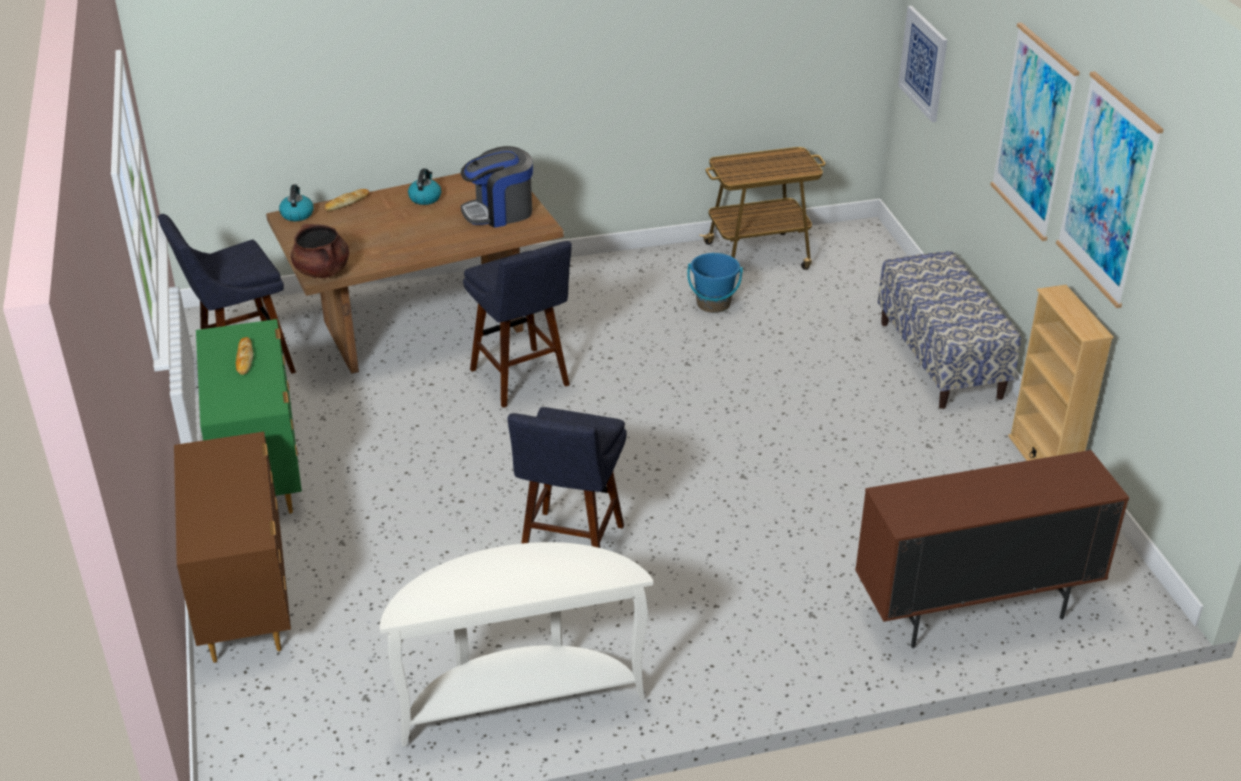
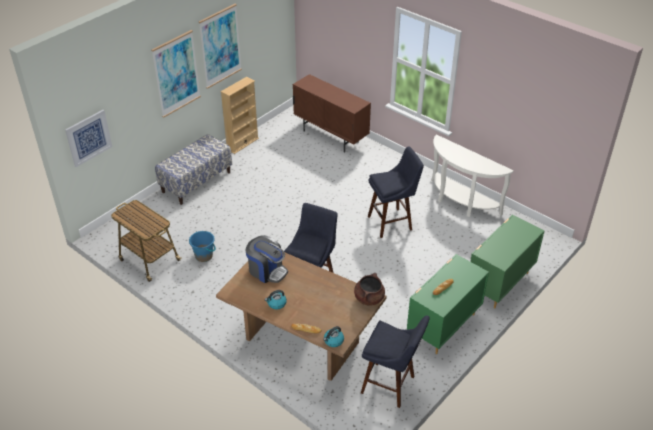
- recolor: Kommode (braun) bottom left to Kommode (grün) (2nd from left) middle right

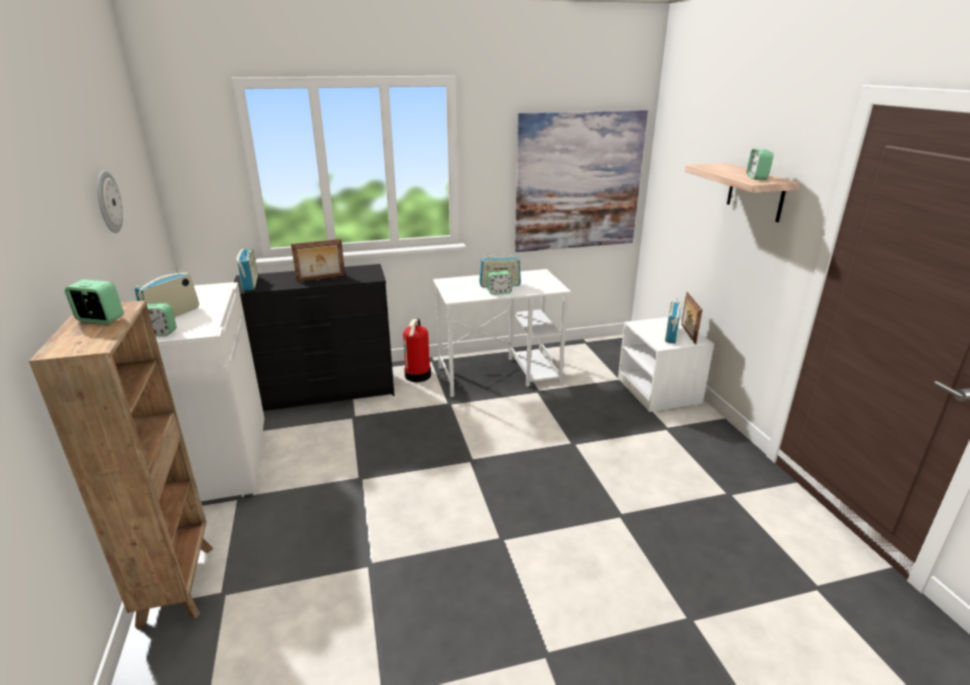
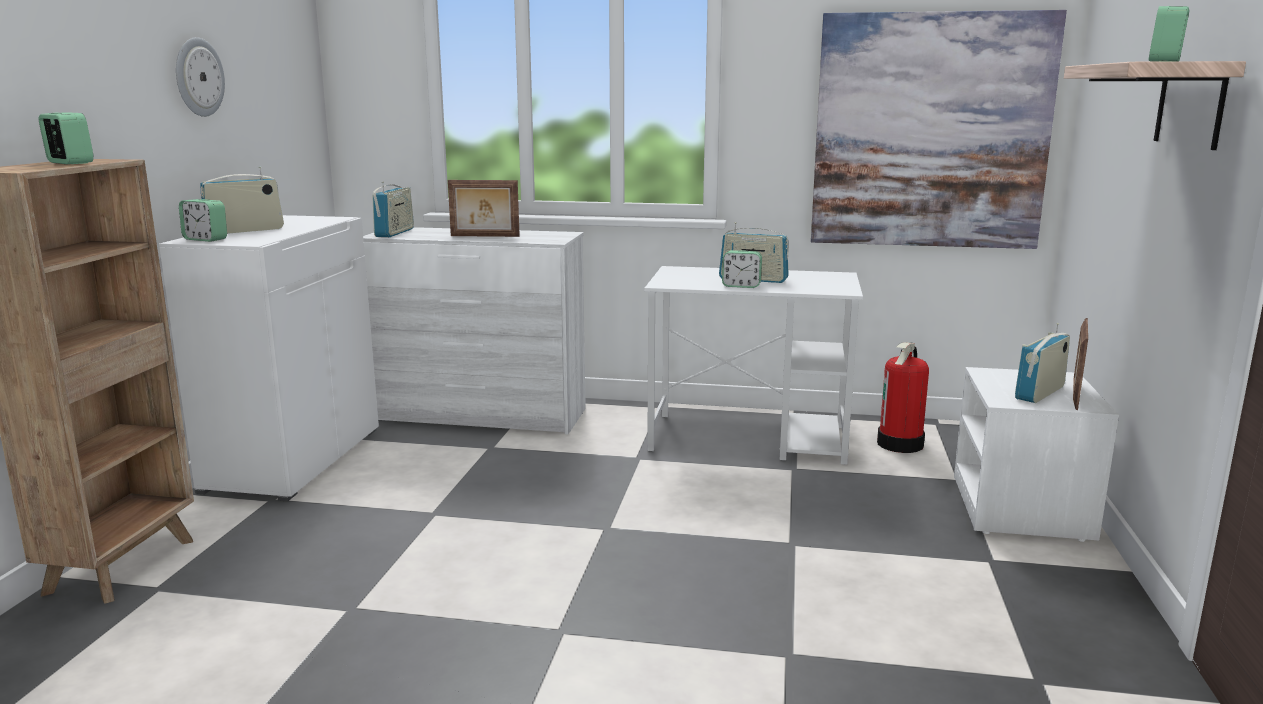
- recolor: Kommode (schwarz) middle left to Kommode (weiß) centre
- move: Feuerlöscher centre to middle right

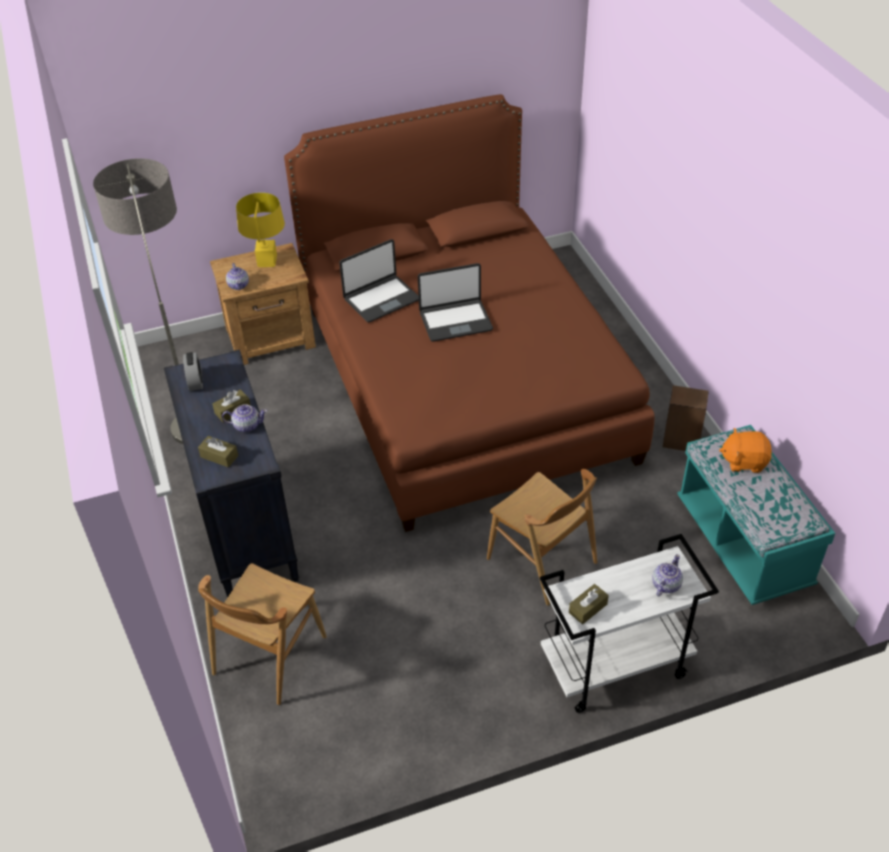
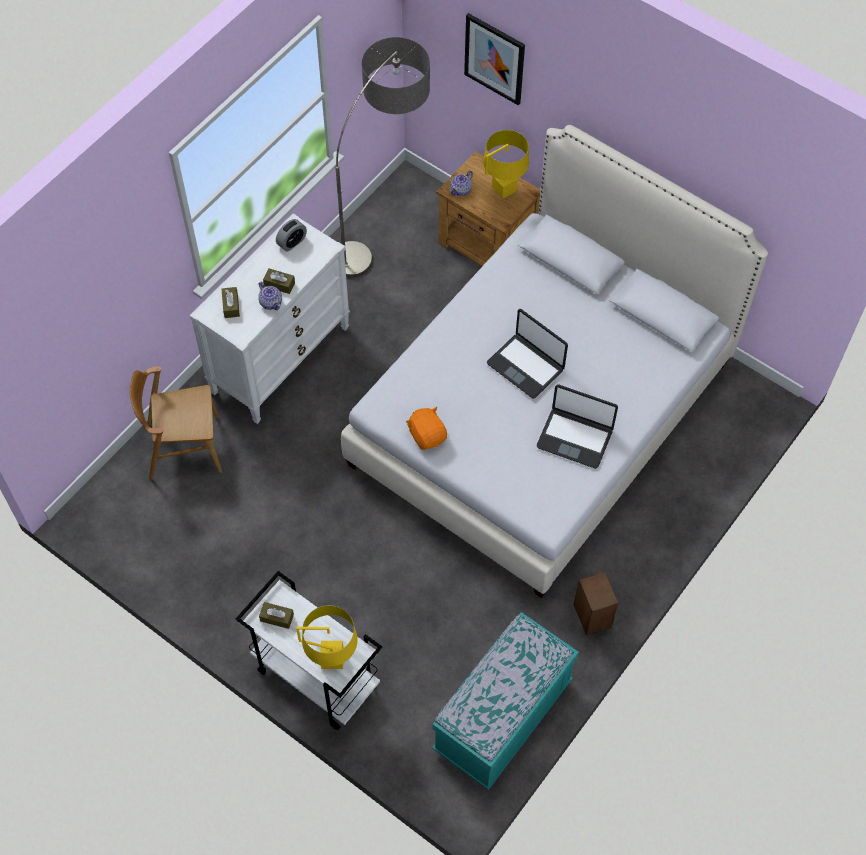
- recolor: Kommode (schwarz) middle left to Kommode (weiß) middle left
- recolor: Bett (braun) centre to Bett (weiß) centre
- move: Laptop (1st from left in the first image) top centre to Laptop (2nd from left) centre
- delete: Stuhl (braun) (2nd from left) centre
- replace: Teekanne (3rd from left) bottom right to Tischlampe (gelb) (1st from left) bottom centre
- move: Plüschtier (orange) middle right to centre
- insert: Bild top centre

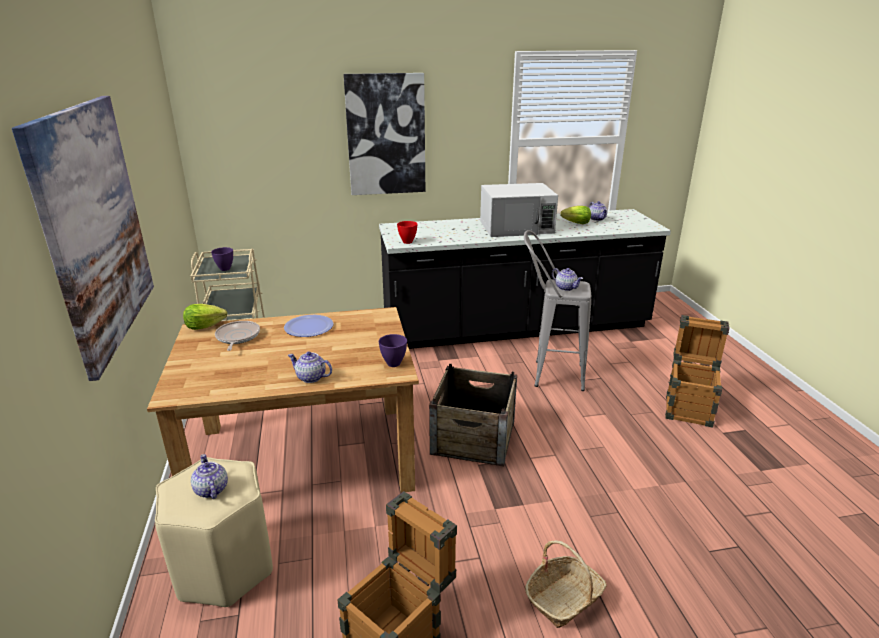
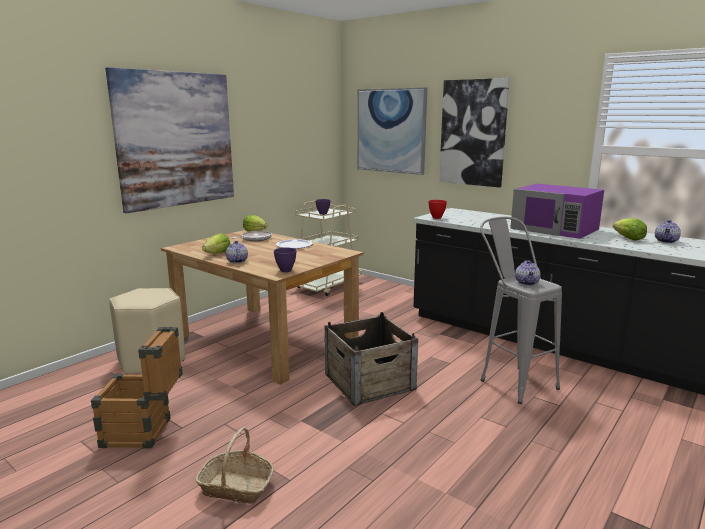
- delete: Teekanne (1st from left) bottom left
- recolor: Mikrowelle (weiß) top centre to Mikrowelle (lila) middle right
- delete: Kiste (3rd from left) middle right
- insert: Salatkopf (1st from left) middle left
- insert: Bild (2nd from left) top centre

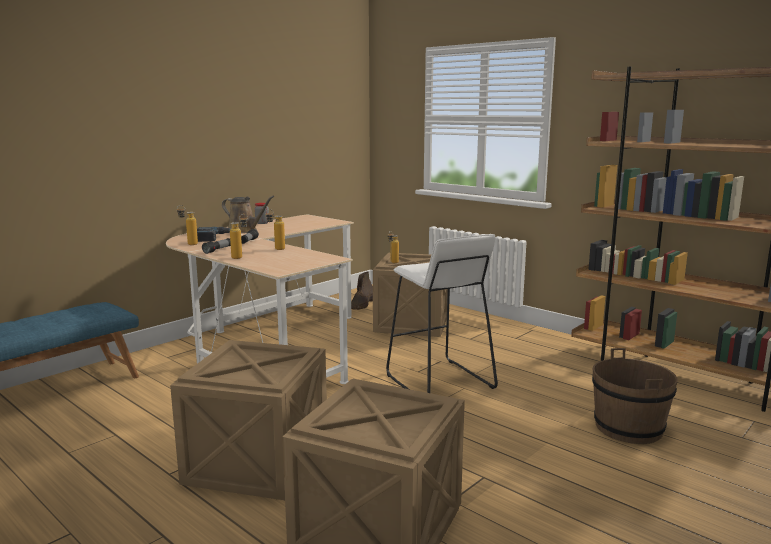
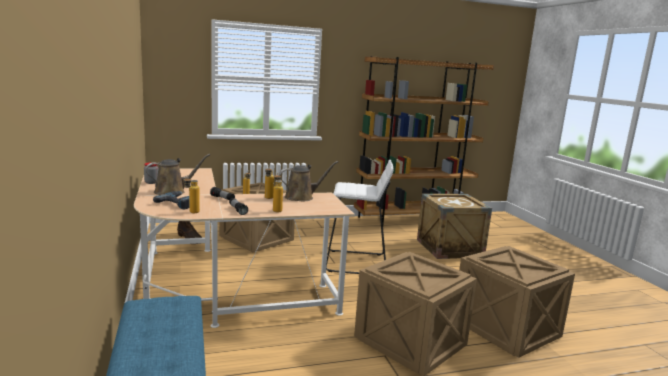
- replace: Eimer (braun) bottom right to Kiste (3rd from left) middle right
- insert: Gießkanne (braun) (2nd from left) centre

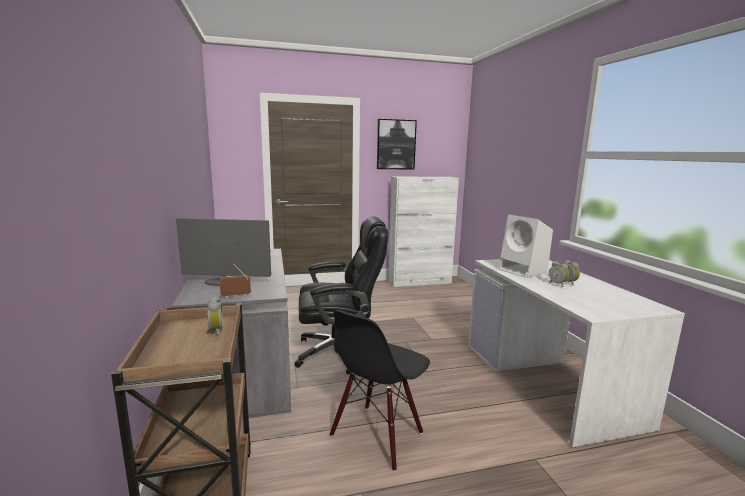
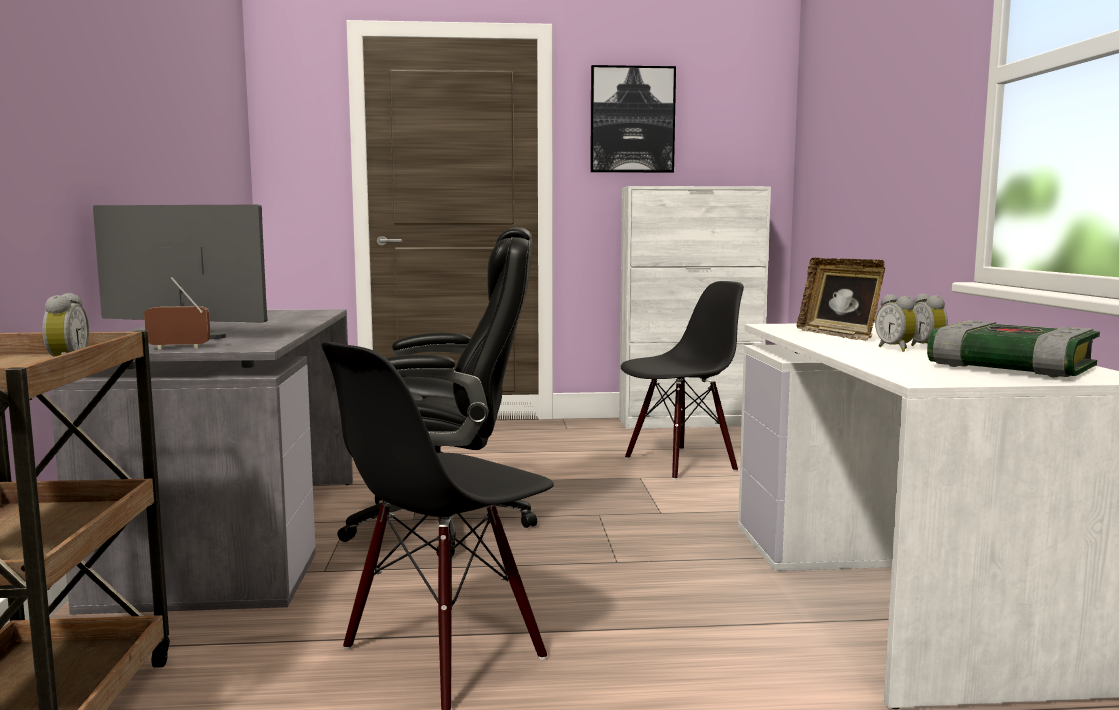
- replace: Lautsprecher (weiß) middle right to Bilderrahmen middle right
- insert: Stuhl (schwarz) (2nd from left) centre
- insert: Buch middle right

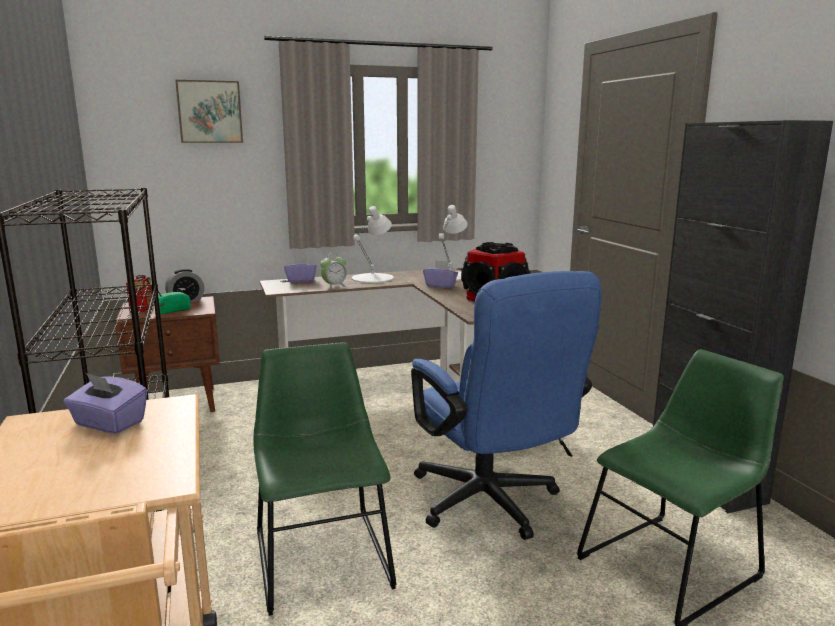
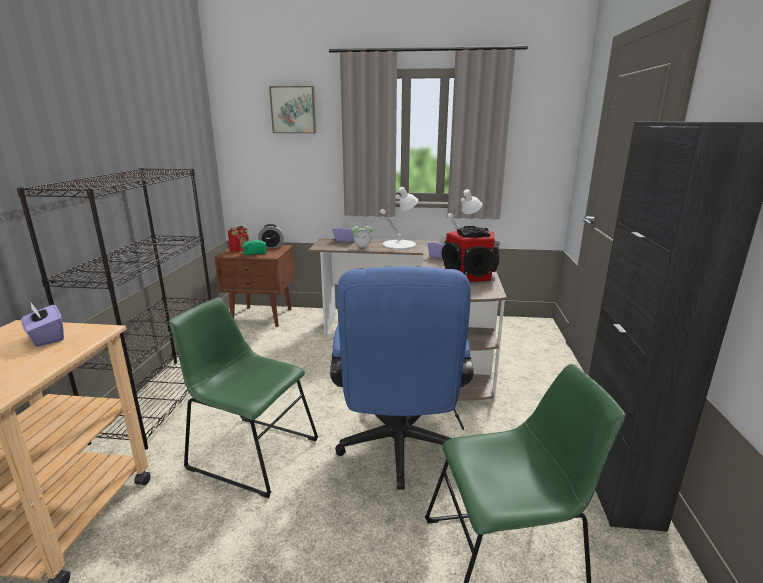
- rotate: Stuhl (grün) (1st from left) bottom centre = bottom left 75 degrees counterclockwise

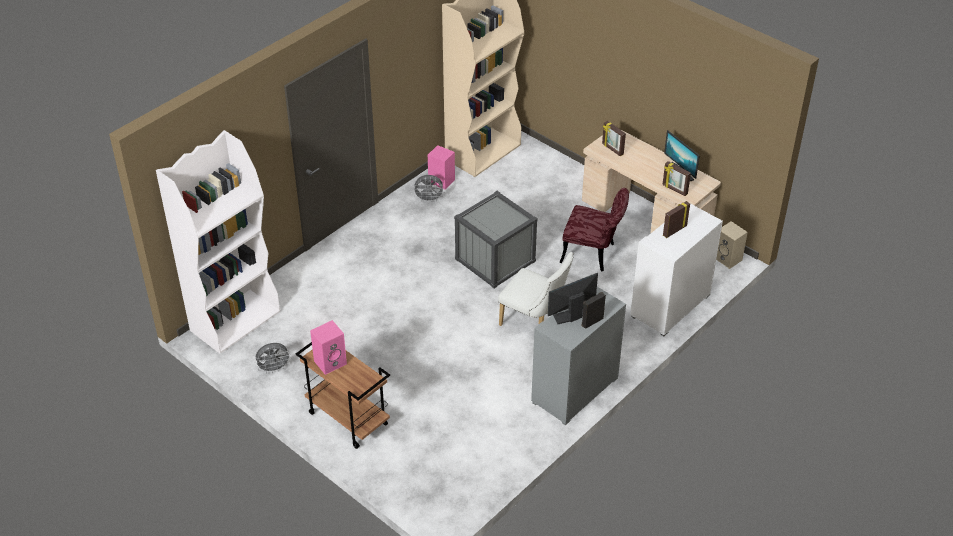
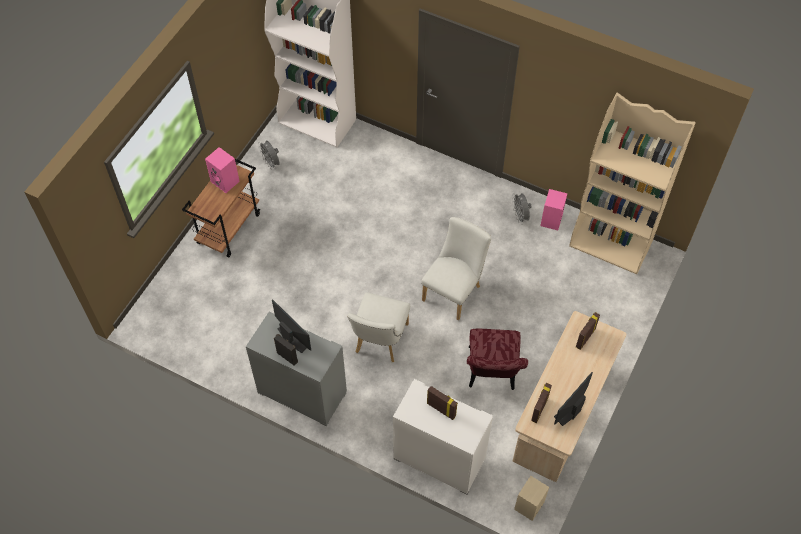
- replace: Aufbewahrungsbox (grau) centre to Stuhl (weiß) (2nd from left) centre

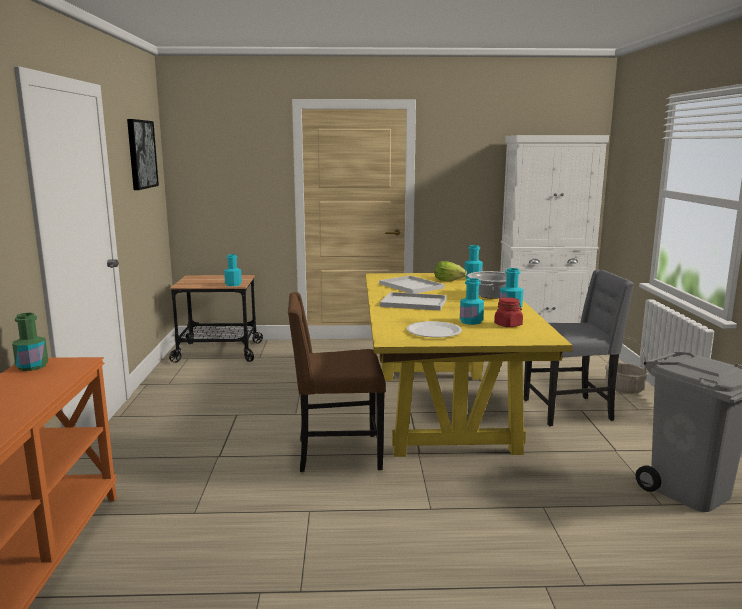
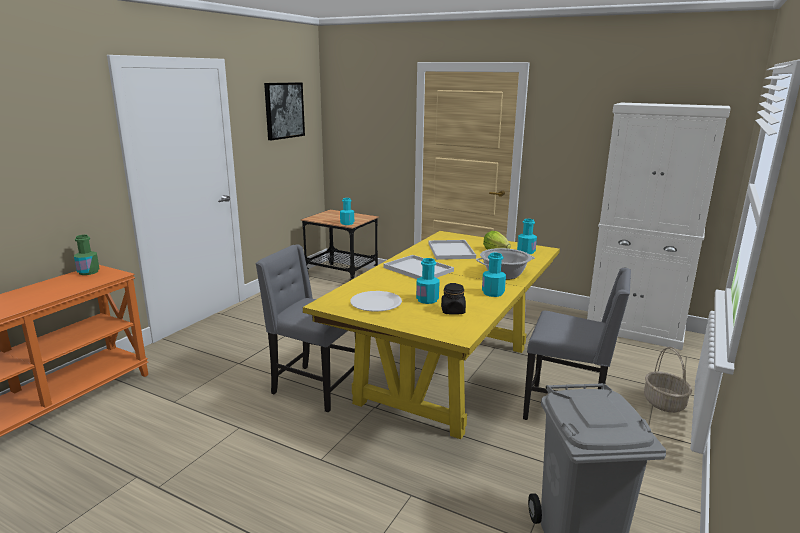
- recolor: Stuhl (braun) centre to Stuhl (grau) (1st from left) centre
- recolor: Vorratsglas (rot) middle right to Vorratsglas (schwarz) centre

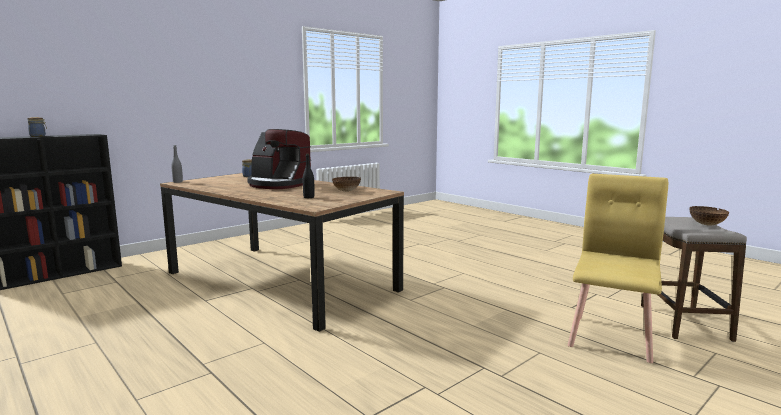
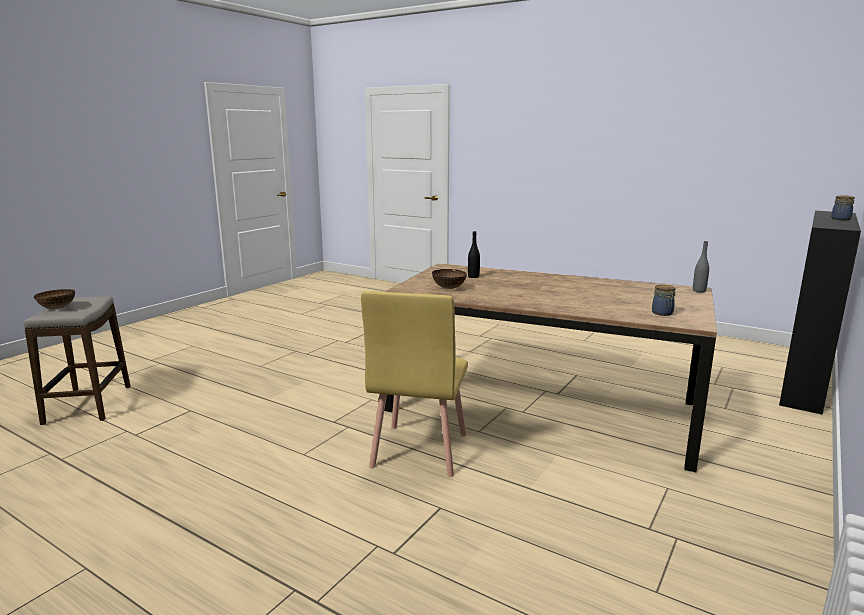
- delete: Kaffeemaschine centre
- move: Stuhl (gelb) middle right to centre

